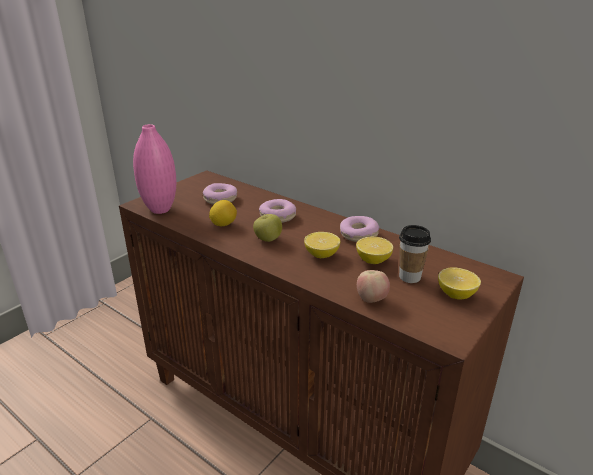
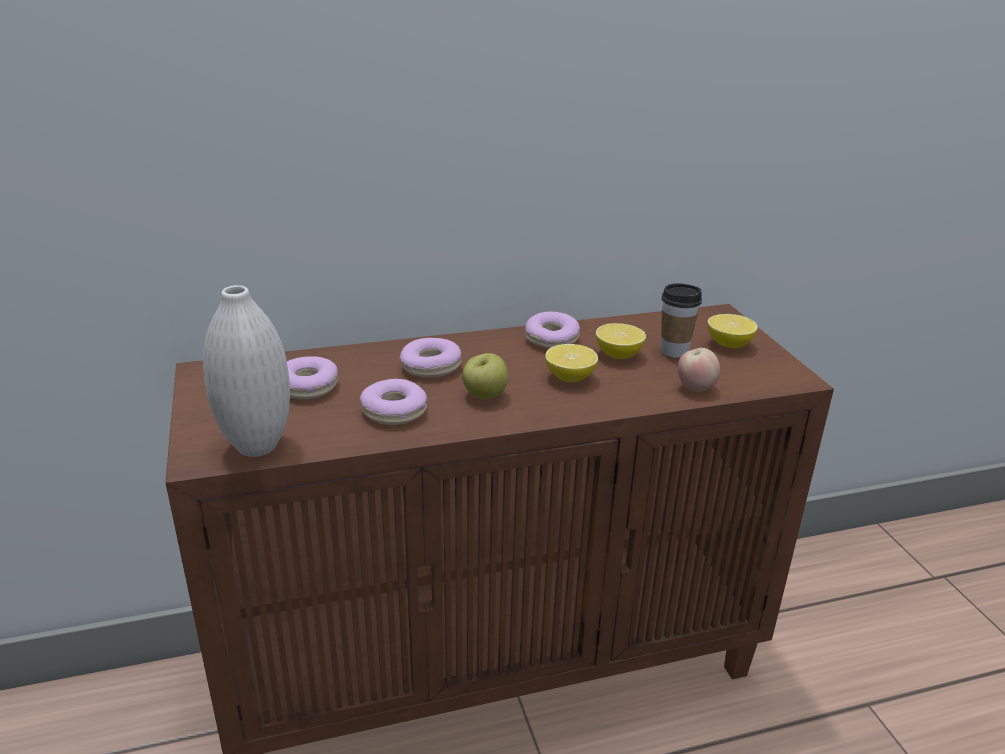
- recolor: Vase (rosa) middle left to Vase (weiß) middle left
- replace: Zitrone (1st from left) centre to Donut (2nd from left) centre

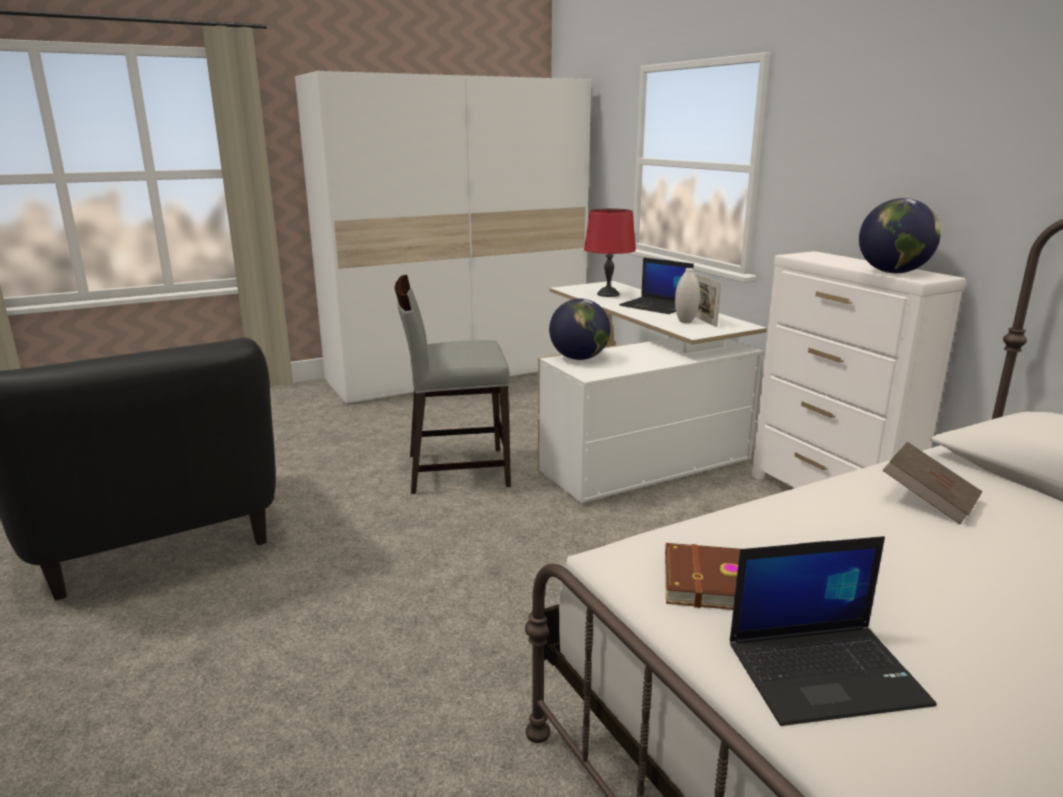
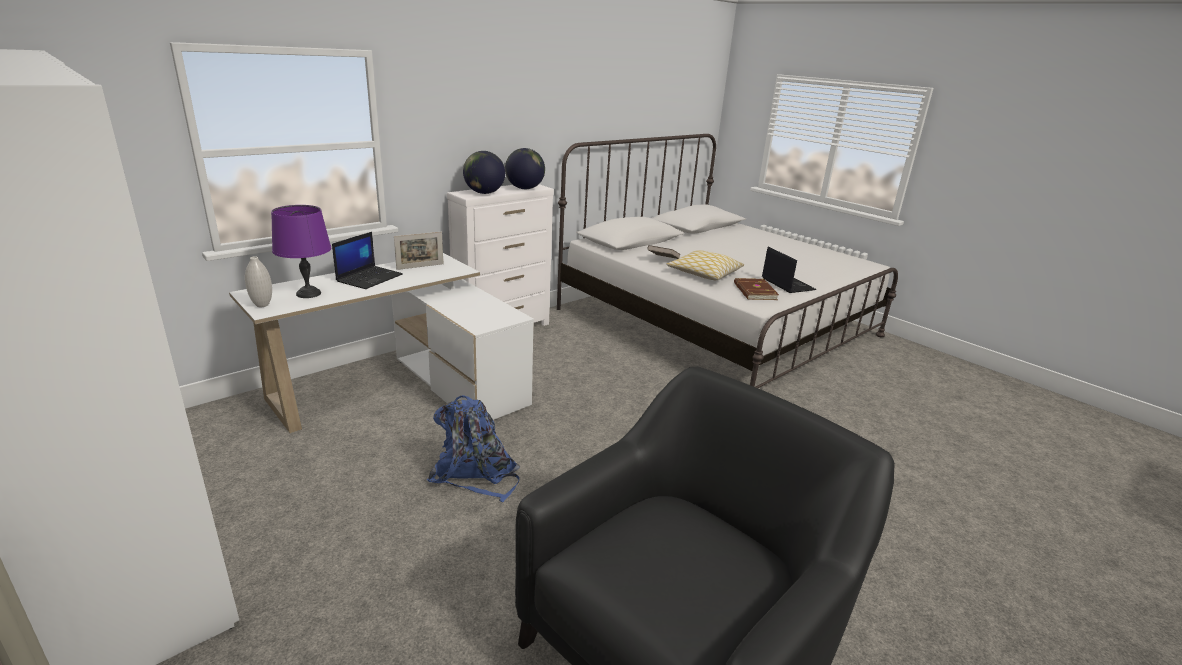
- replace: Stuhl (grau) centre to Rucksack (blau) bottom centre
- move: Globus (1st from left) centre to top centre
- recolor: Tischlampe (rot) top centre to Tischlampe (lila) middle left
- move: Vase (weiß) centre to middle left
- insert: Kissen centre

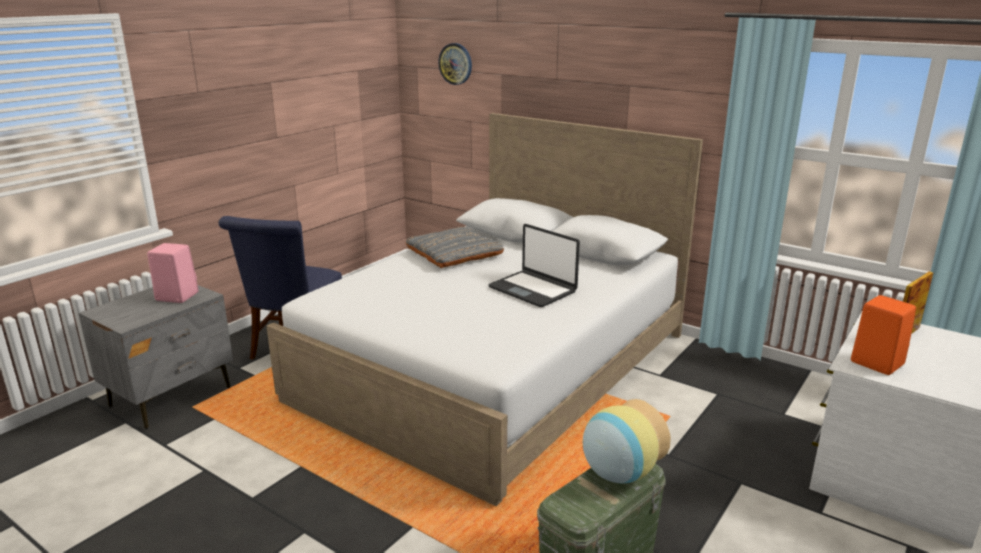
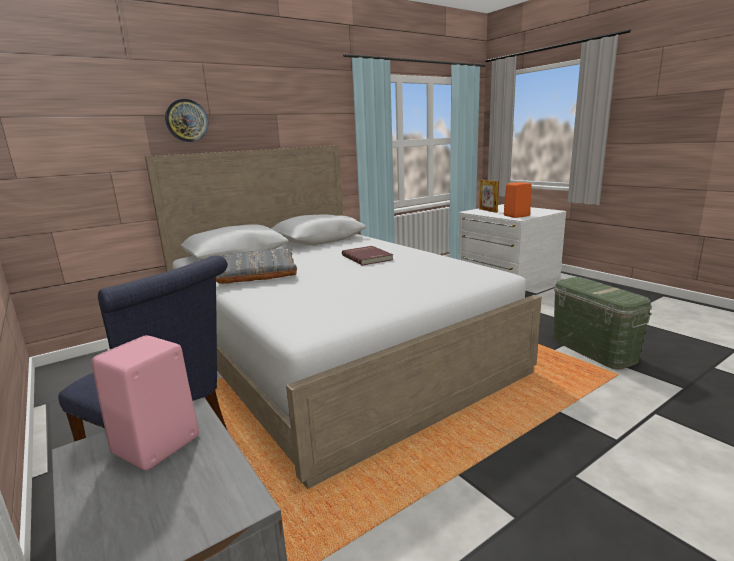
- move: Wanduhr top centre to top left
- replace: Laptop centre to Buch (rot) centre
- delete: Vase bottom centre

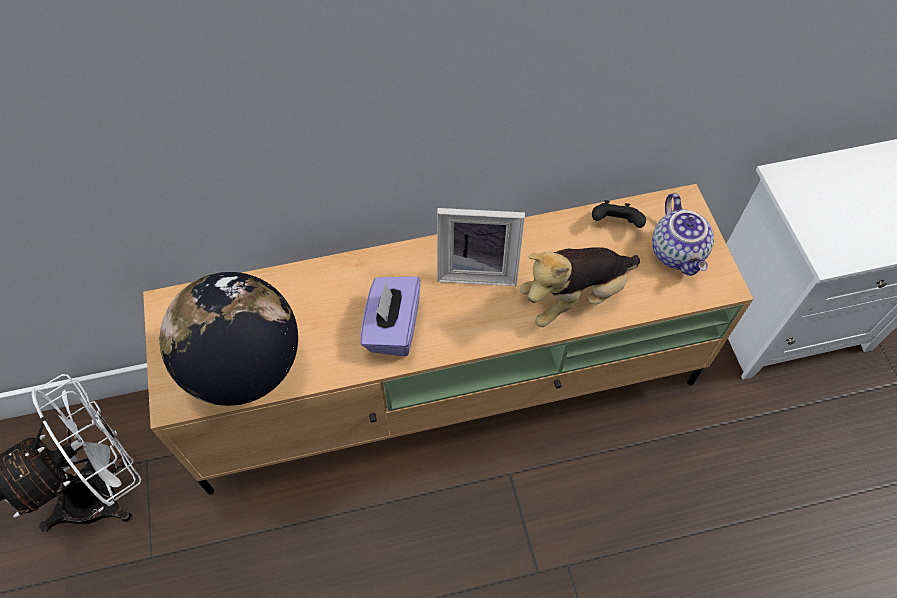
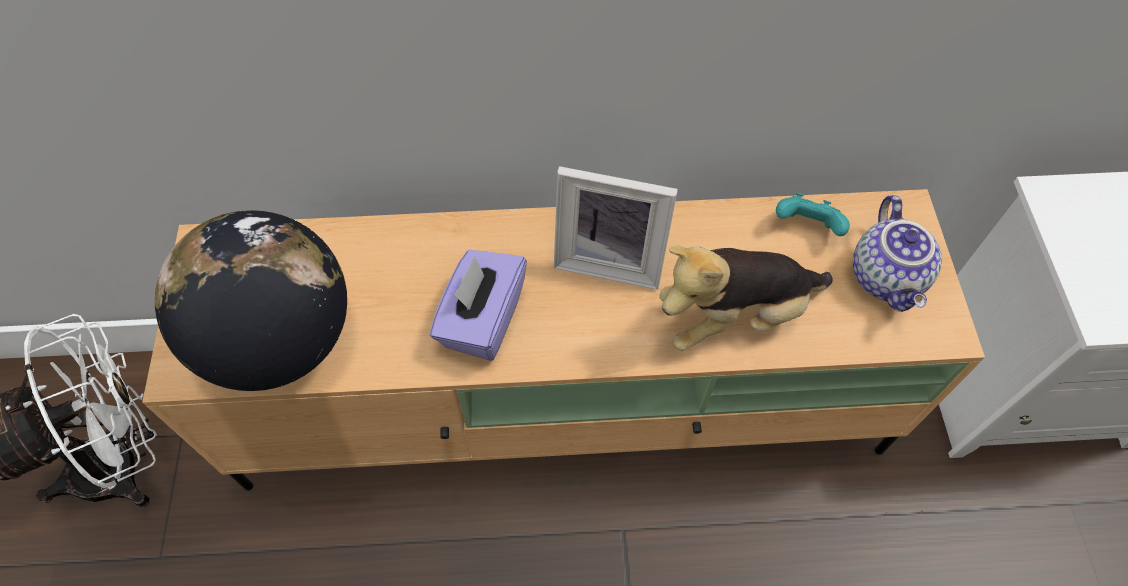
- recolor: Gamepad (schwarz) middle right to Gamepad (türkis) middle right

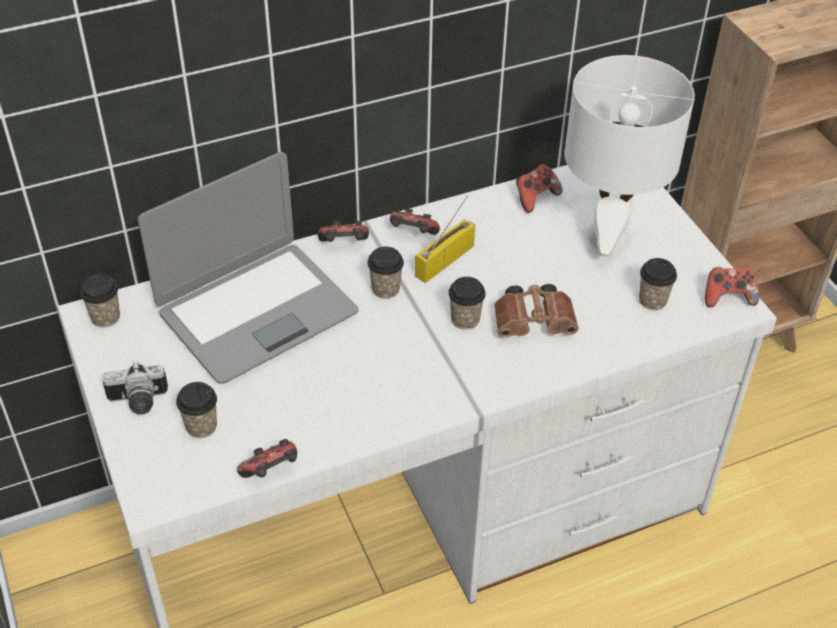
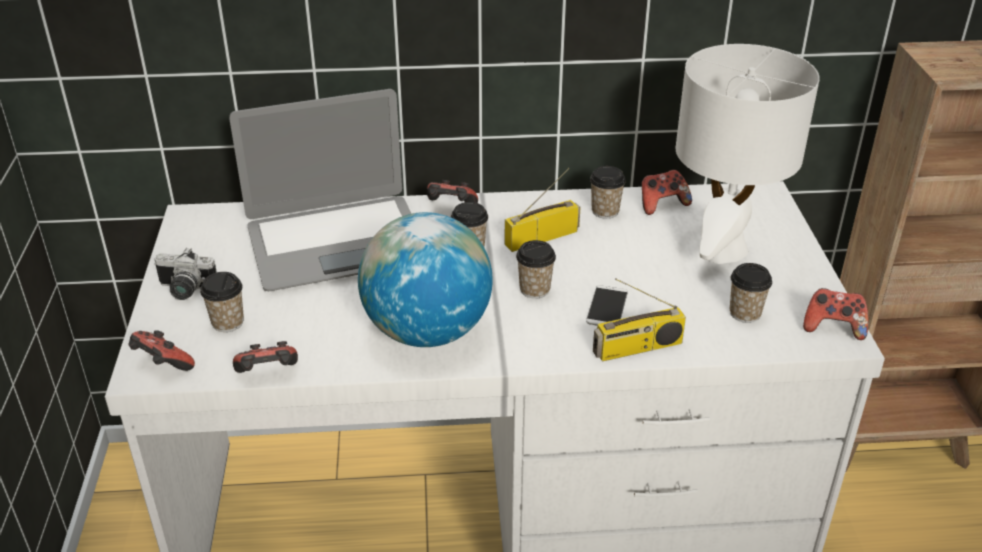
- move: Tasse (1st from left in the first image) middle left to Tasse (4th from left) centre
- move: Gamepad (3rd from left in the first image) centre to Gamepad (1st from left) middle left
- replace: Fernglas (braun) centre to Handy centre
- insert: Globus centre
- insert: Radio (2nd from left) centre

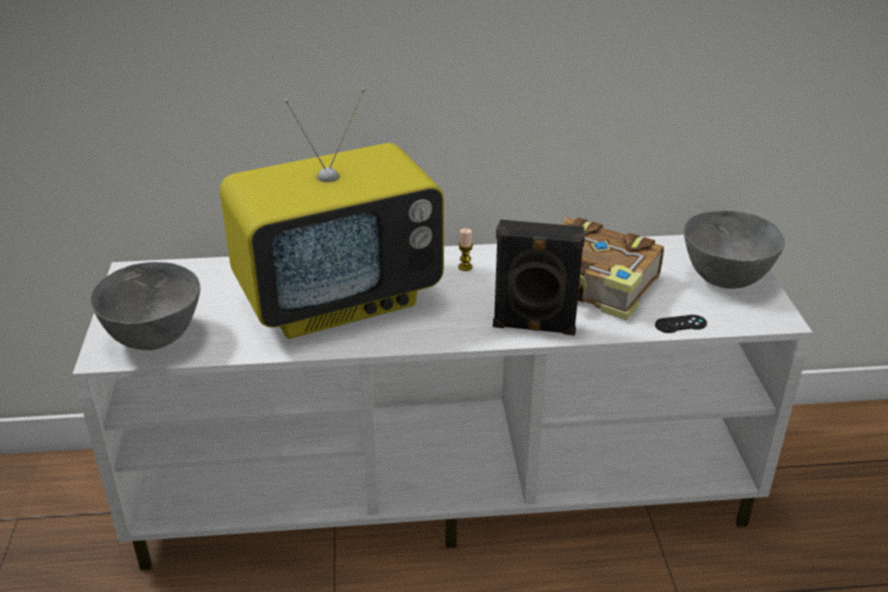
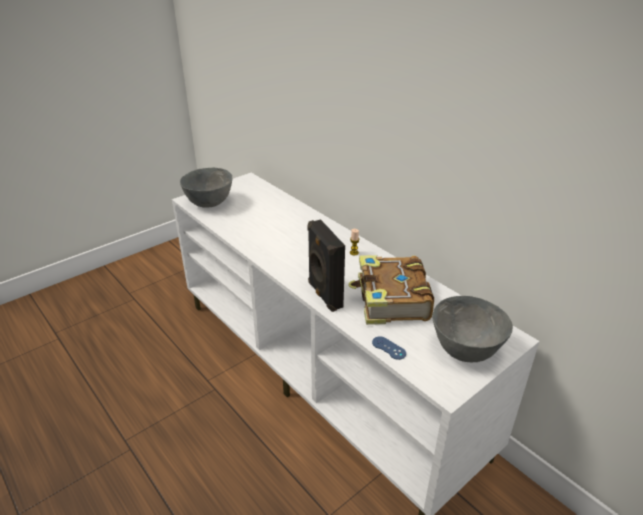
- delete: Fernseher centre
- recolor: Gamepad (schwarz) middle right to Gamepad (blau) bottom centre

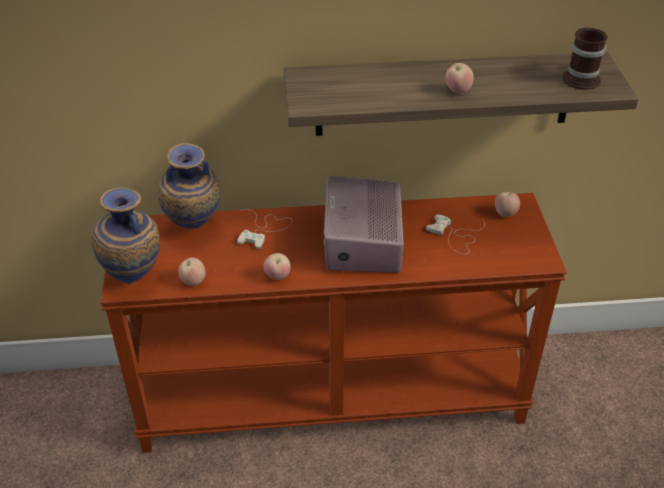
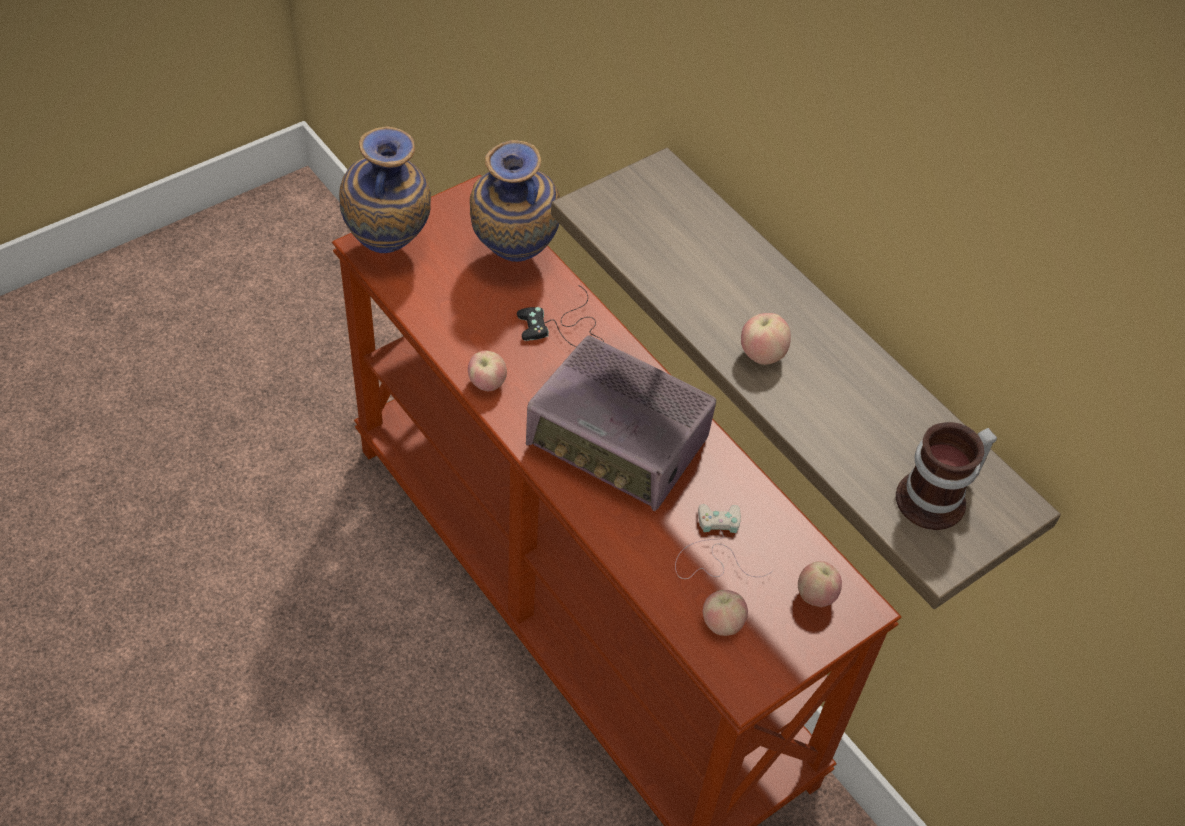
- move: Apfel (1st from left in the first image) middle left to Apfel (2nd from left) bottom centre
- recolor: Gamepad (weiß) (1st from left) centre to Gamepad (schwarz) centre
- rotate: Radio centre = centre 120 degrees counterclockwise

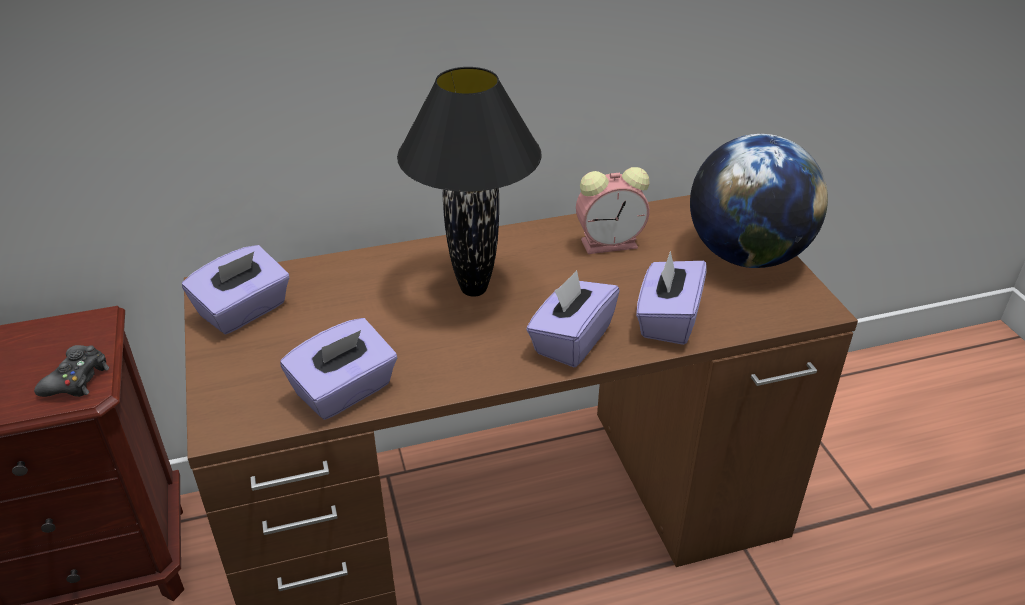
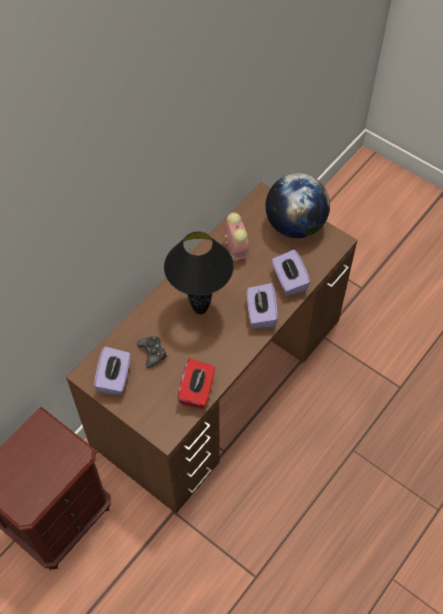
- move: Gamepad (schwarz) middle left to centre
- recolor: Taschentuchbox (lila) (2nd from left) middle left to Taschentuchbox (rot) centre
- rotate: Wecker centre = centre 60 degrees counterclockwise

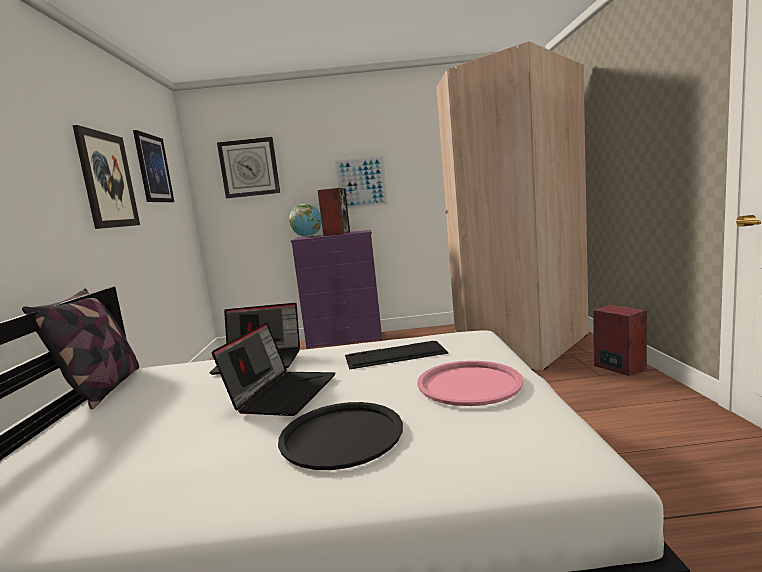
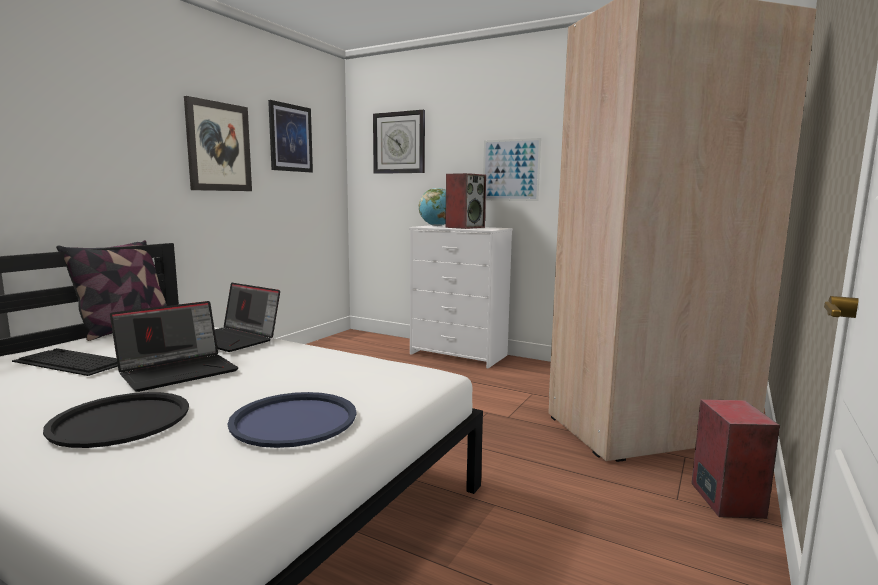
- recolor: Kommode (lila) centre to Kommode (weiß) centre
- move: Tastatur centre to middle left
- recolor: Tablett (rosa) bottom centre to Tablett (blau) bottom left

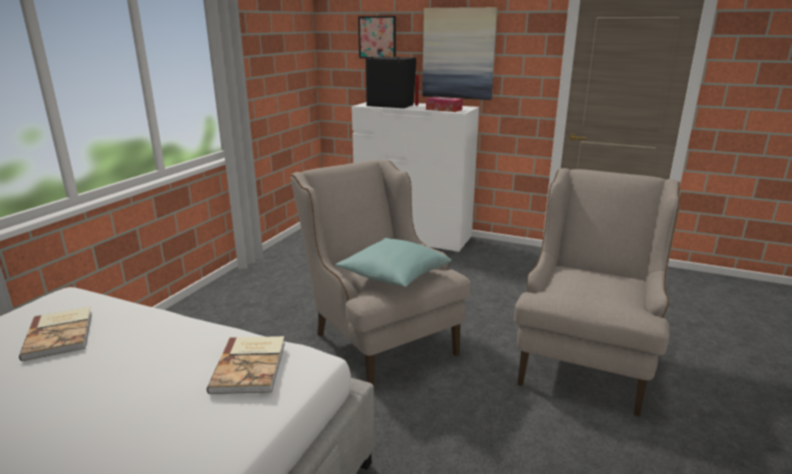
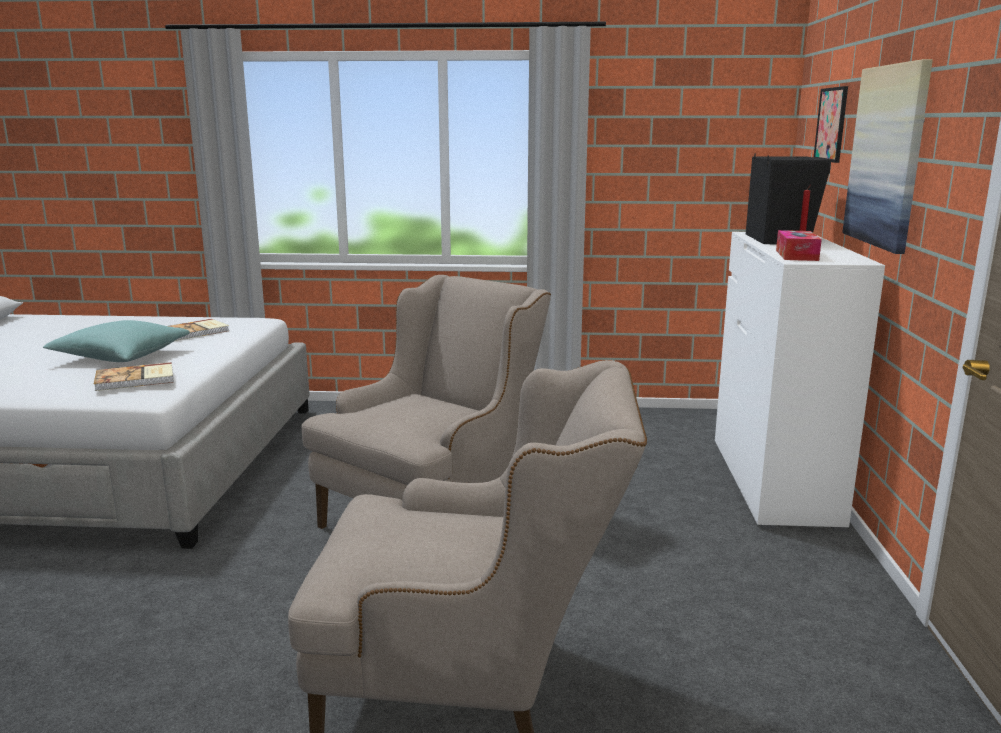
- move: Kissen (türkis) centre to middle left

